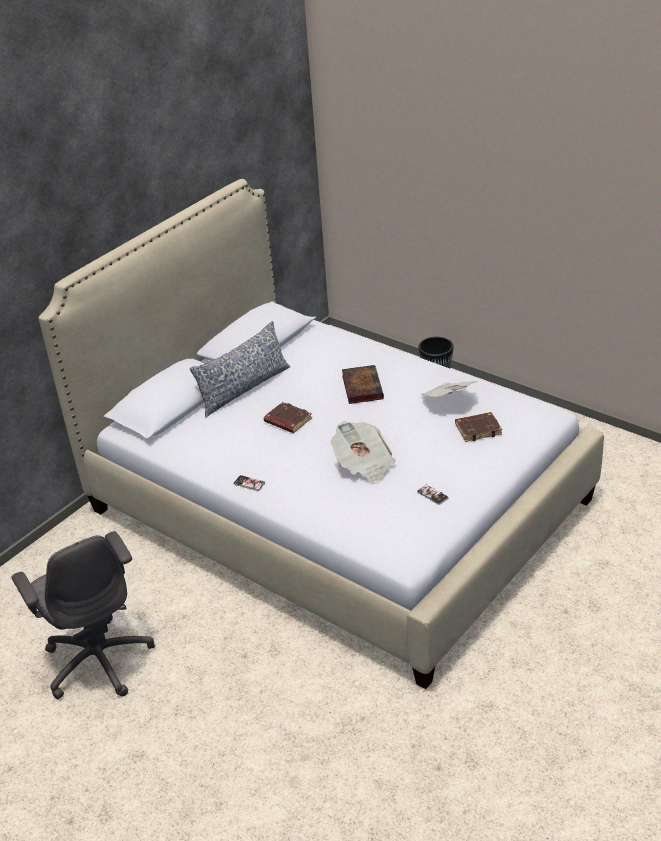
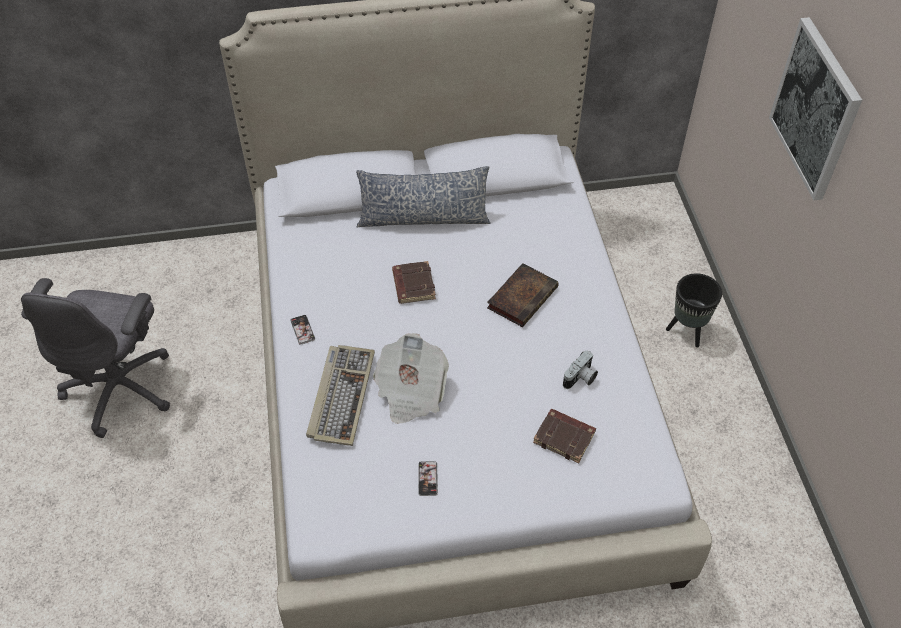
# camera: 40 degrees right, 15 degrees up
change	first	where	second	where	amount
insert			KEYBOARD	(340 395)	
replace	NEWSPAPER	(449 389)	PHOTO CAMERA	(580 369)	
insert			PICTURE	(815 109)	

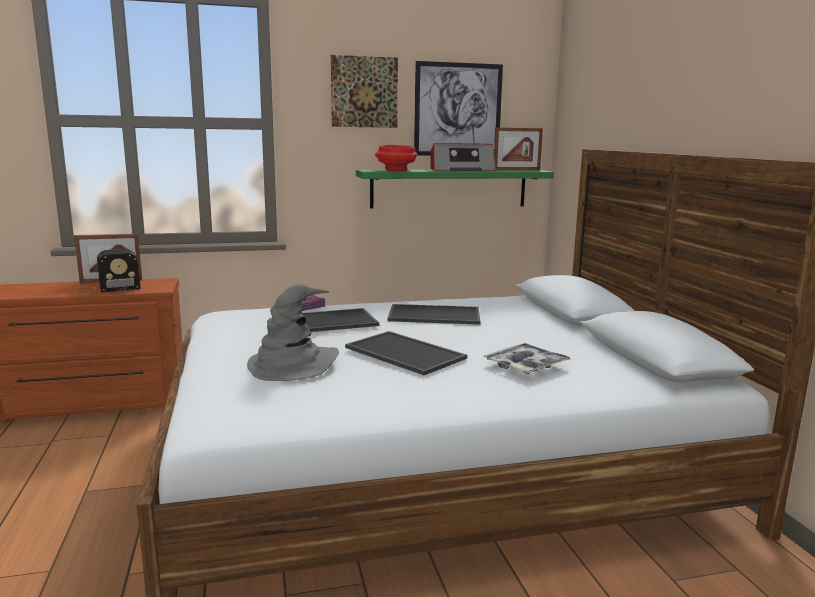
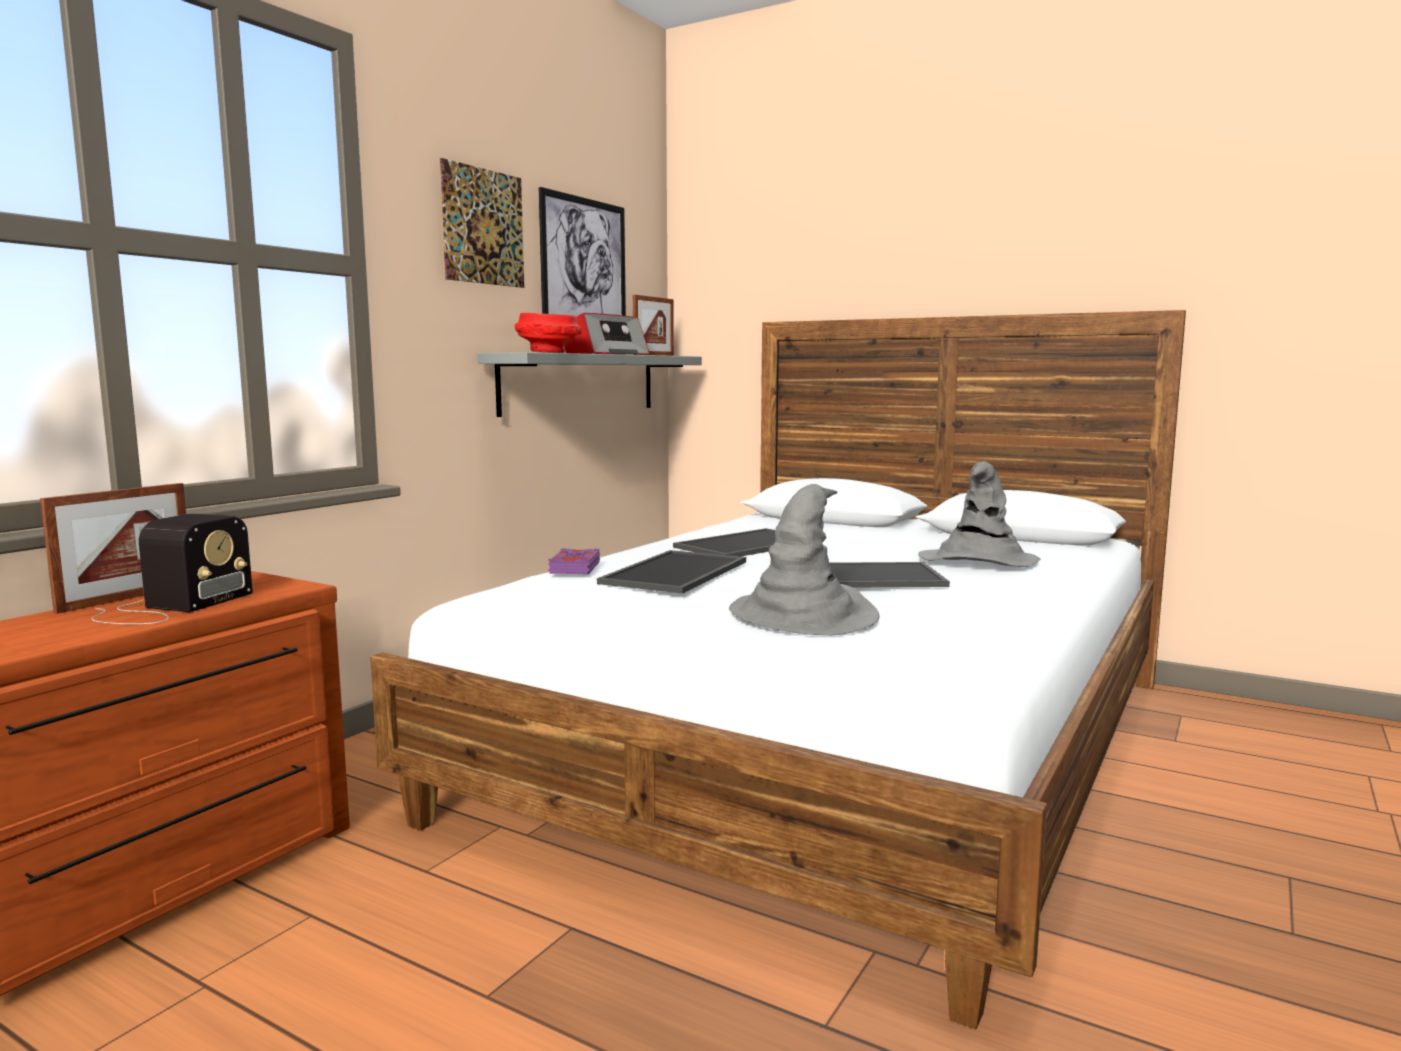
# camera: 45 degrees left, 5 degrees down
change	first	where	second	where	amount
recolor	GREEN SHELF	(455 189)	GREY SHELF	(590 384)	
replace	TRAY	(527 358)	GREY HAT	(979 514)	

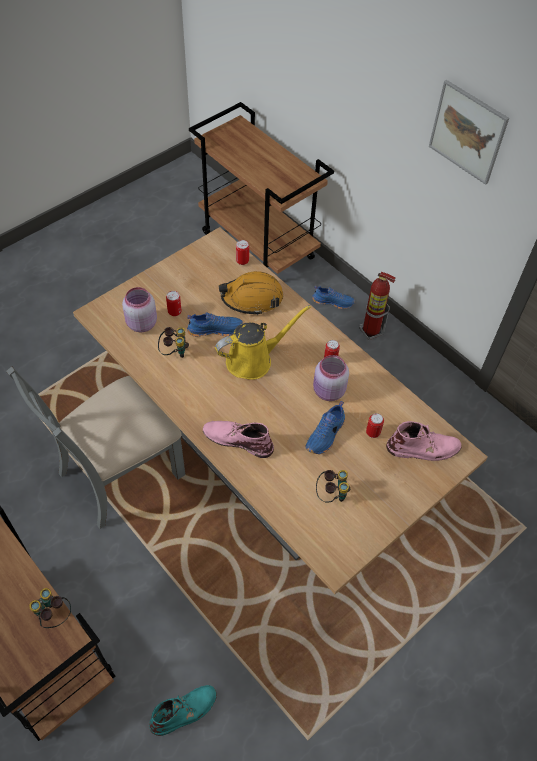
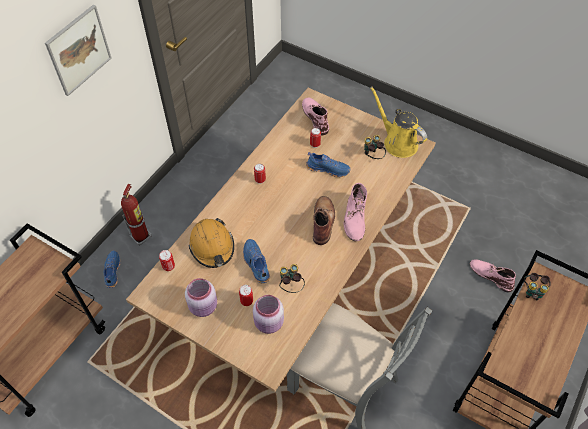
# camera: 105 degrees left, 0 degrees up
change	first	where	second	where	amount
move	PINK JAR	(331 378)		(201 297)	
insert			BROWN BOOT	(324 220)	
move	YELLOW WATERING CAN	(263 342)		(398 122)	
recolor	TURQUOISE BOOT	(183 710)	PINK BOOT	(493 275)	

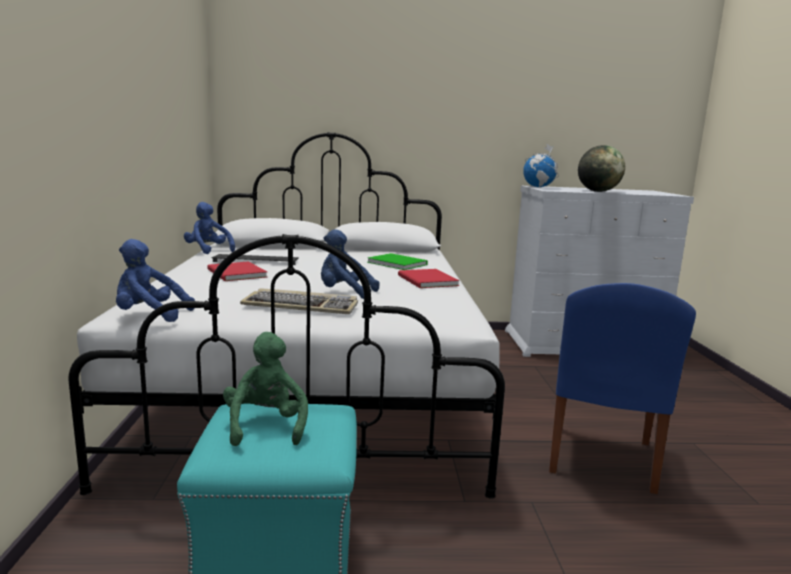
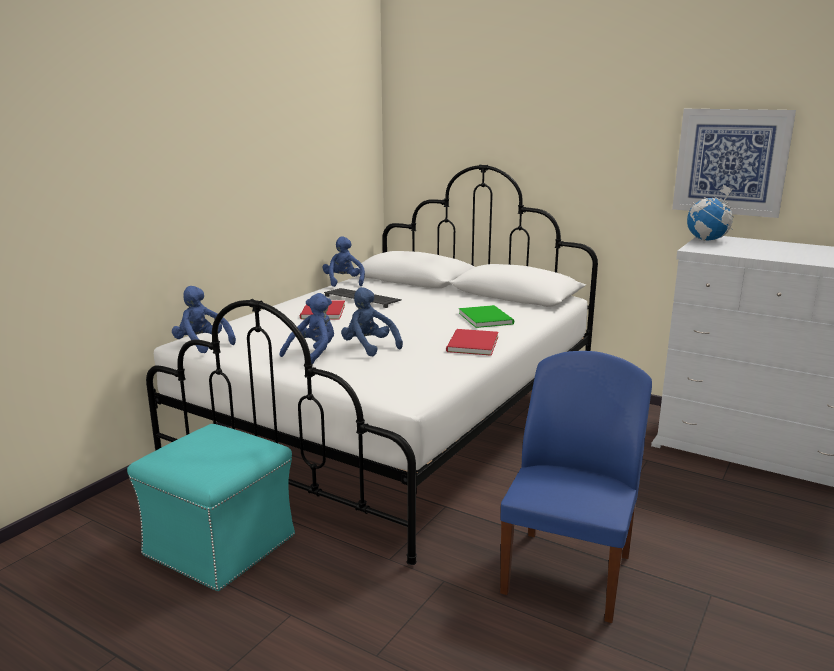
# camera: 35 degrees right, 5 degrees up
change	first	where	second	where	amount
replace	KEYBOARD	(299 301)	BLUE PLUSH TOY	(307 328)	
rotate	BLUE CHAIR	(622 388)		(576 487)	150 degrees clockwise
insert			PICTURE	(734 163)	
delete	GREEN PLUSH TOY	(265 389)			
delete	GLOBE	(601 168)			

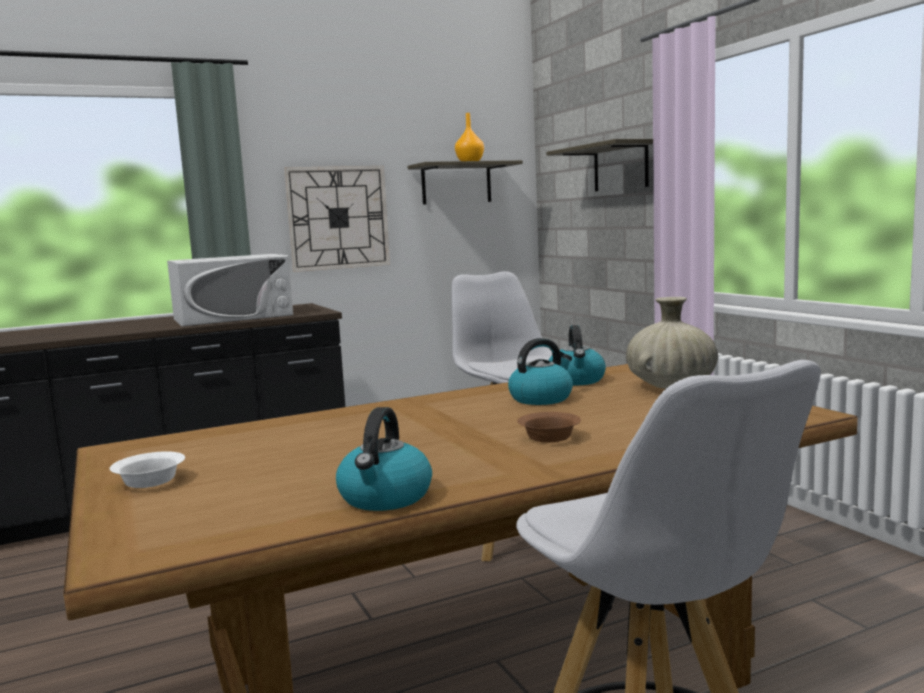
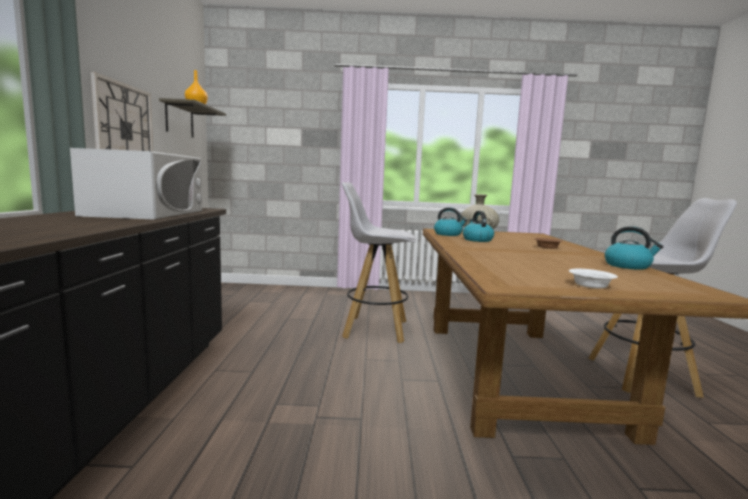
# camera: 65 degrees left, 0 degrees up
change	first	where	second	where	amount
delete	SHELF	(600 165)			

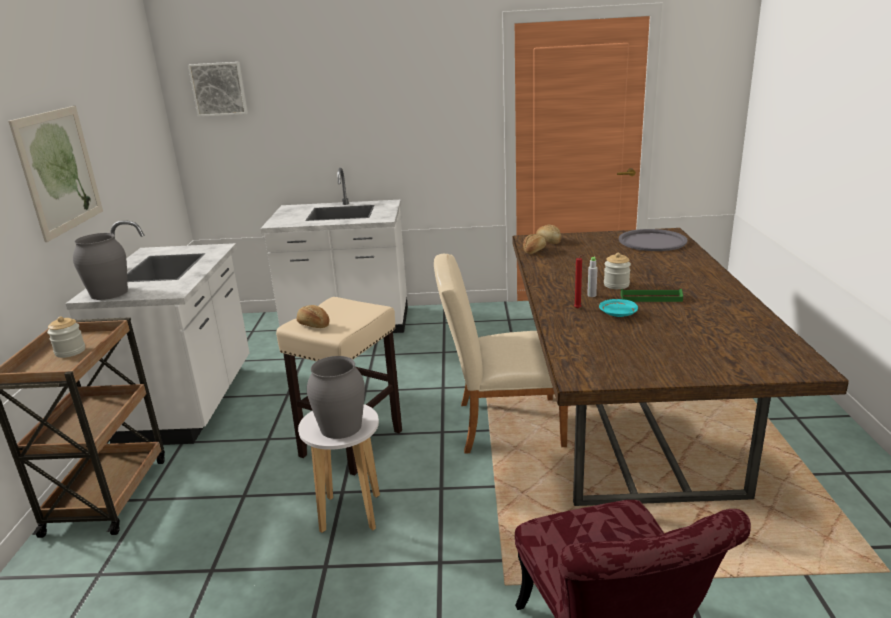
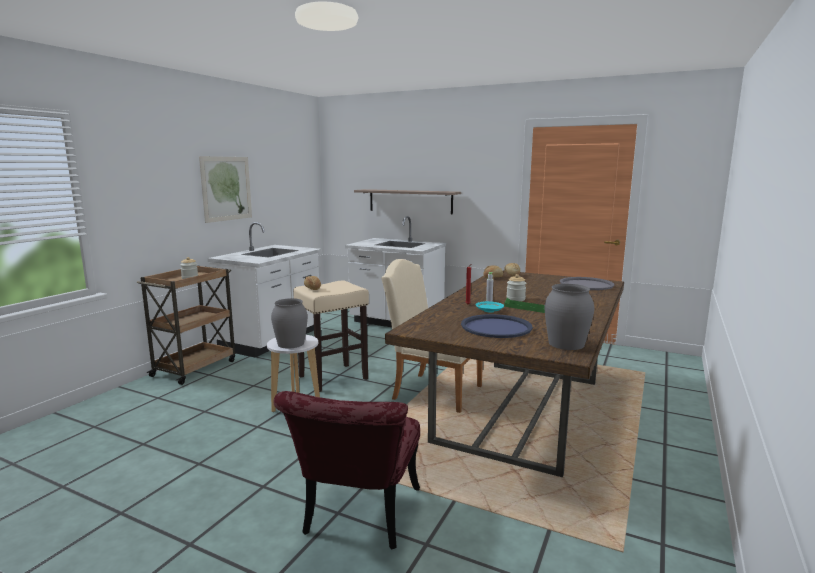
# camera: 25 degrees right, 10 degrees down
change	first	where	second	where	amount
insert			SHELF	(407 201)	
insert			BLUE TRAY	(497 326)	
move	GREY VASE	(100 266)		(570 317)	
delete	PICTURE	(218 89)			

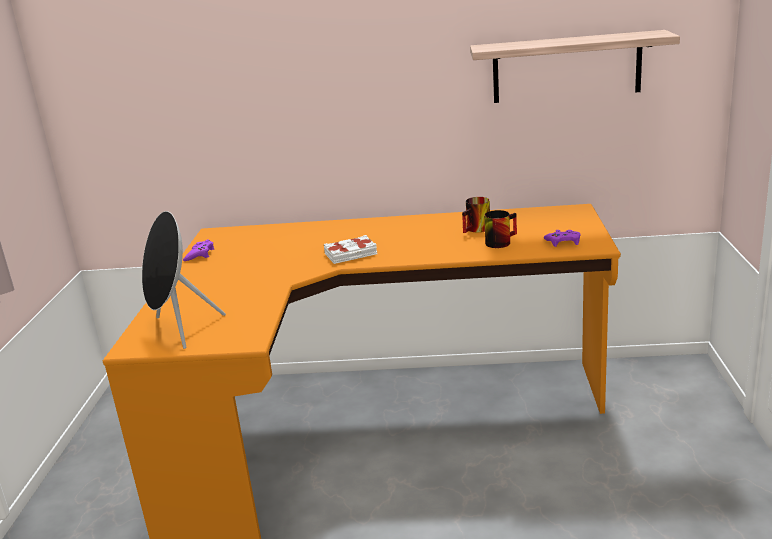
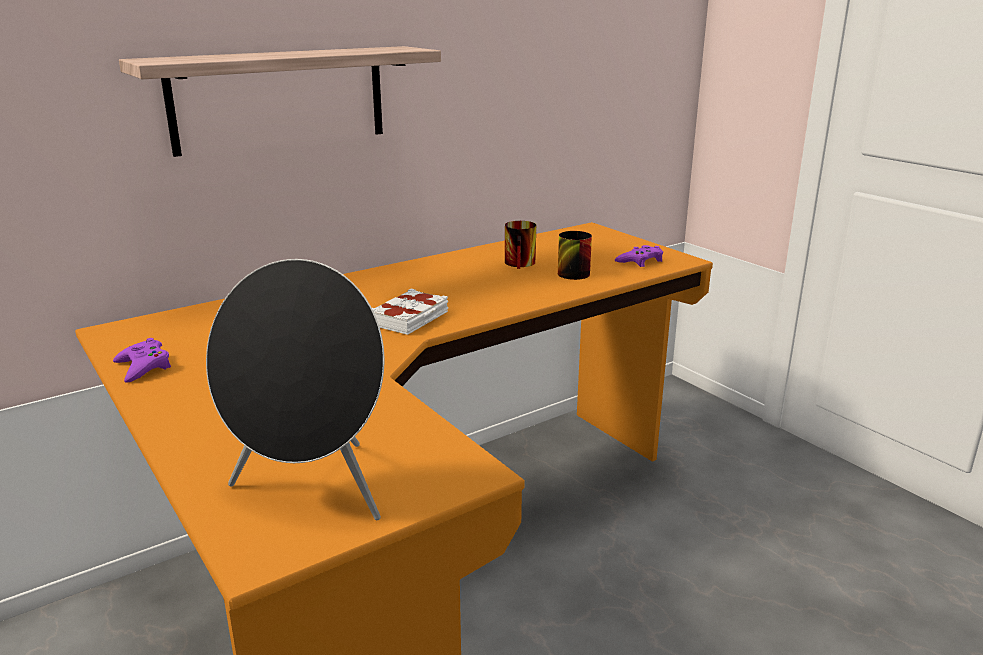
# camera: 40 degrees left, 0 degrees up
change	first	where	second	where	amount
move	SHELF	(575 66)		(280 101)	

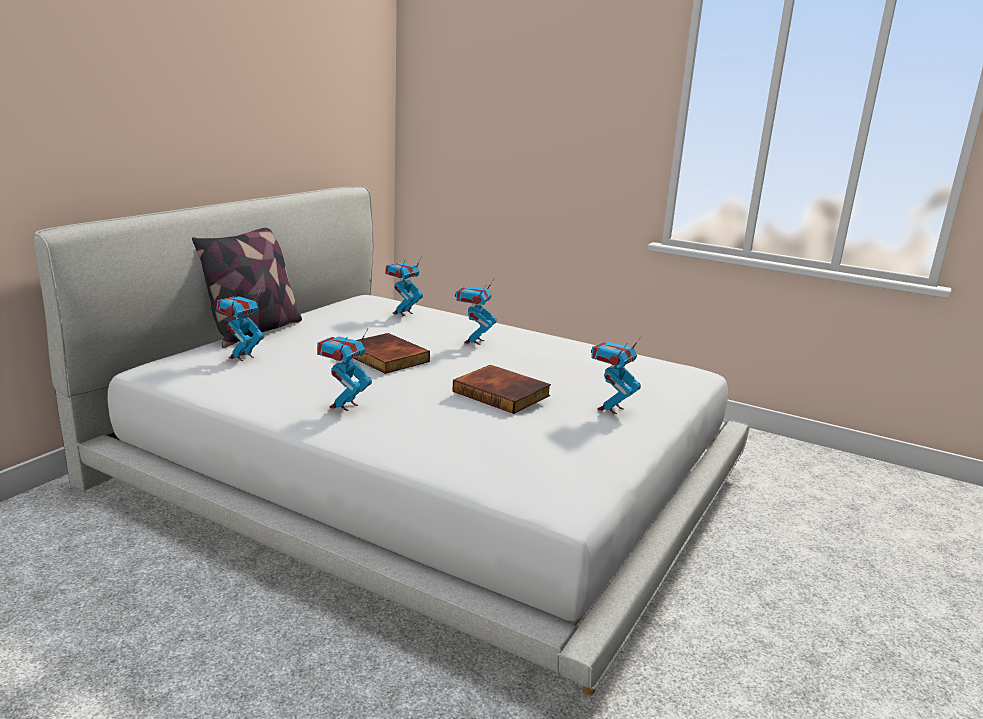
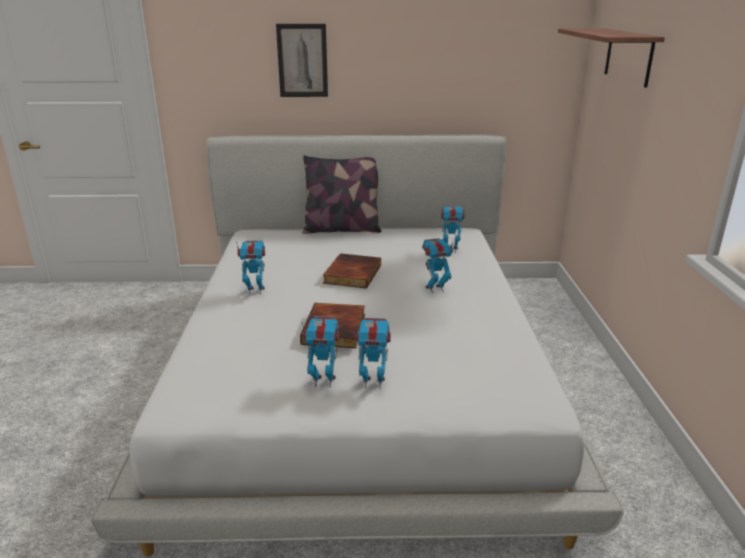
# camera: 60 degrees right, 5 degrees up
change	first	where	second	where	amount
insert			PICTURE	(302 60)	
move	TOY ROBOT	(240 325)		(320 352)	
insert			SHELF	(611 58)	

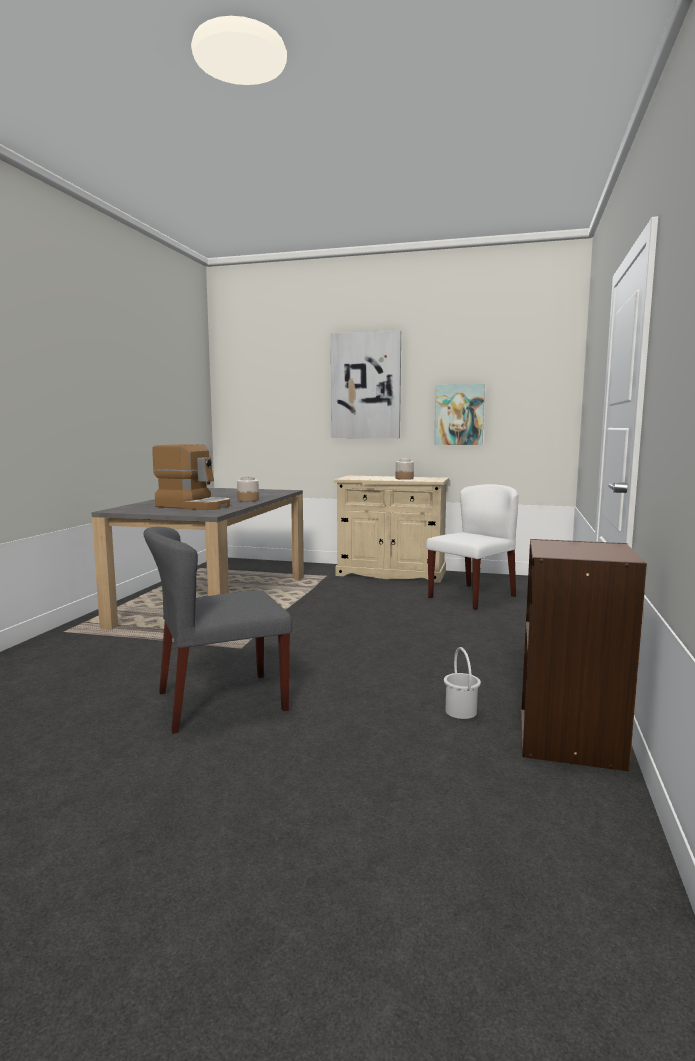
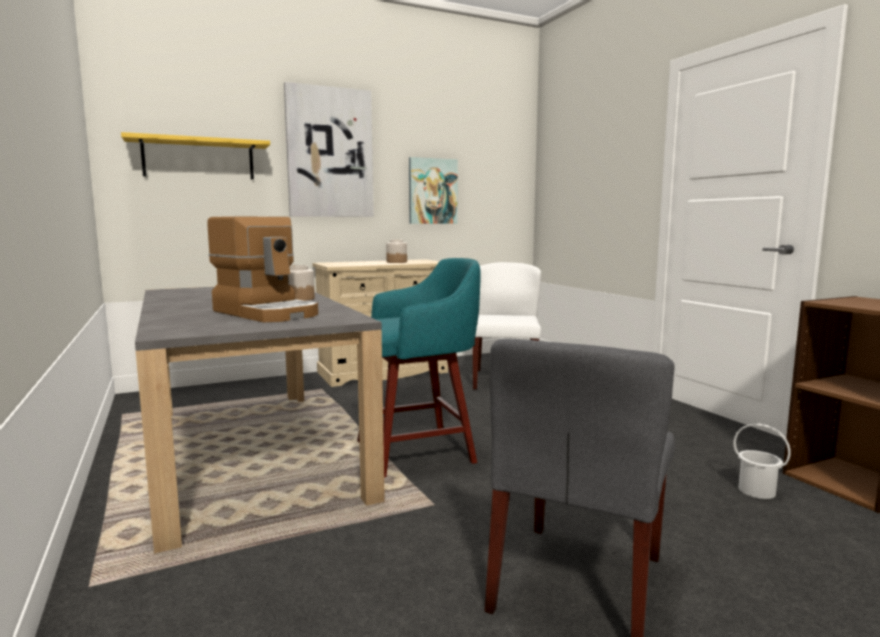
# camera: 40 degrees left, 0 degrees up
change	first	where	second	where	amount
insert			YELLOW SHELF	(195 156)	
rotate	COFFEE MACHINE	(191 477)		(263 269)	60 degrees clockwise
insert			TURQUOISE STOOL	(419 368)	

